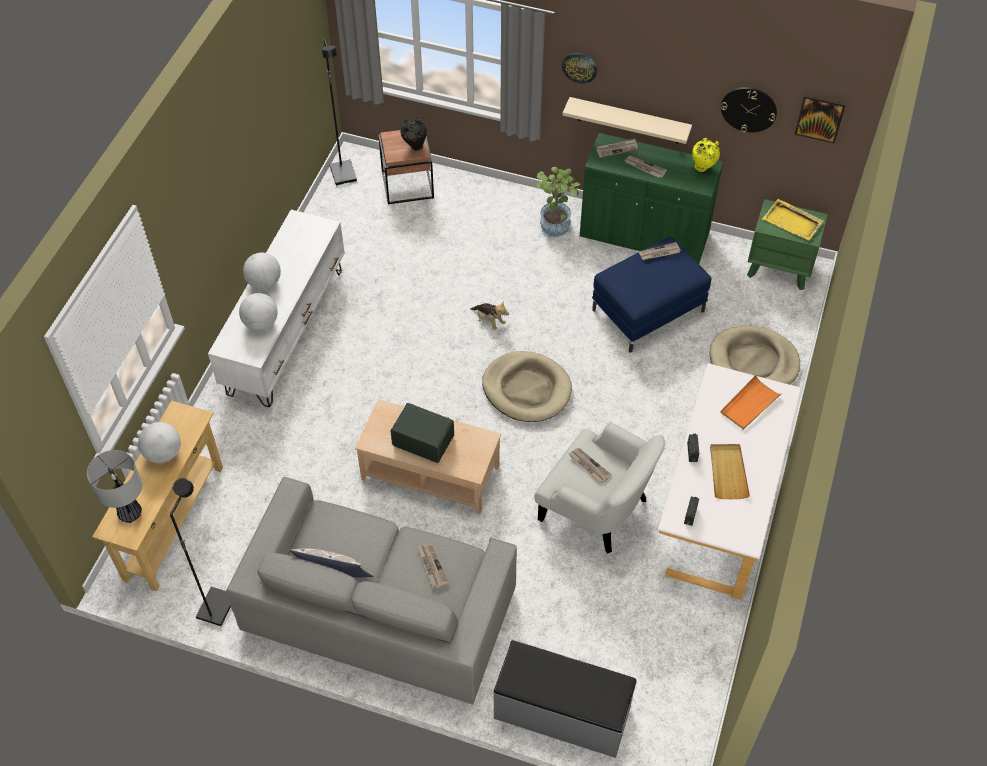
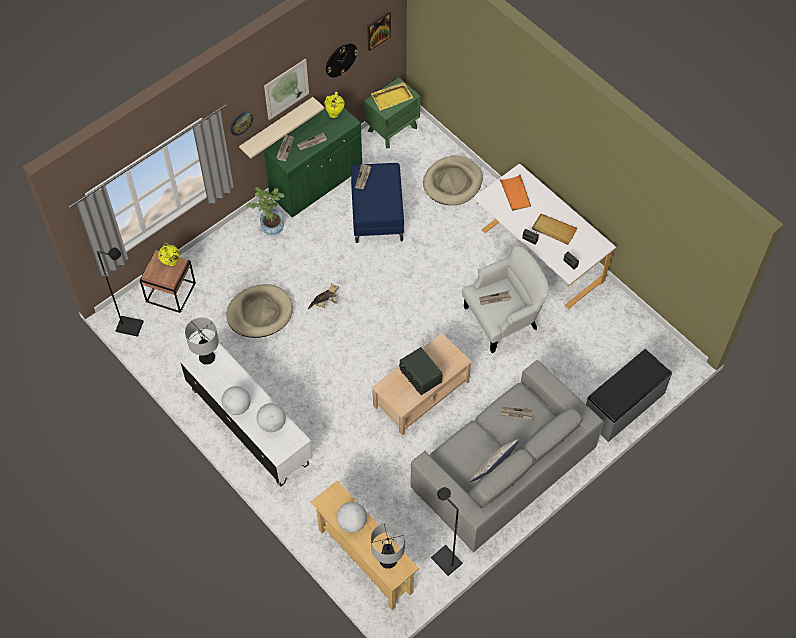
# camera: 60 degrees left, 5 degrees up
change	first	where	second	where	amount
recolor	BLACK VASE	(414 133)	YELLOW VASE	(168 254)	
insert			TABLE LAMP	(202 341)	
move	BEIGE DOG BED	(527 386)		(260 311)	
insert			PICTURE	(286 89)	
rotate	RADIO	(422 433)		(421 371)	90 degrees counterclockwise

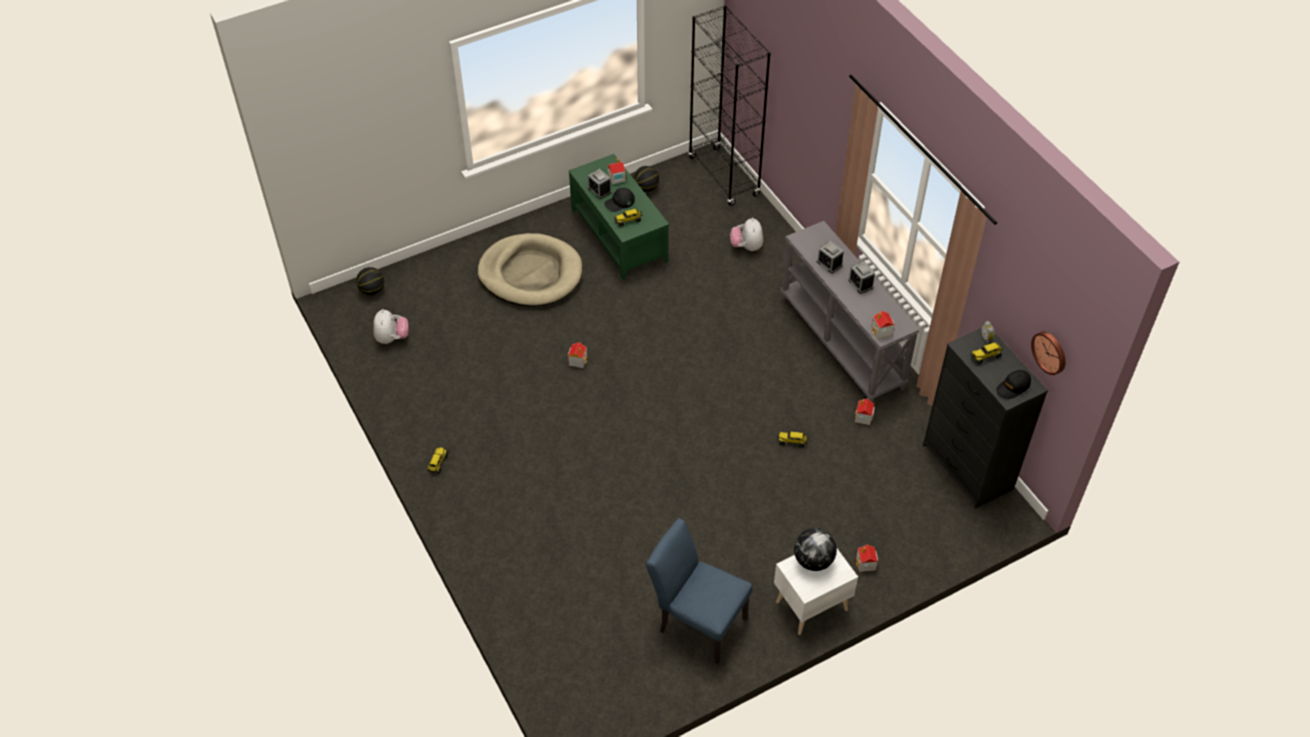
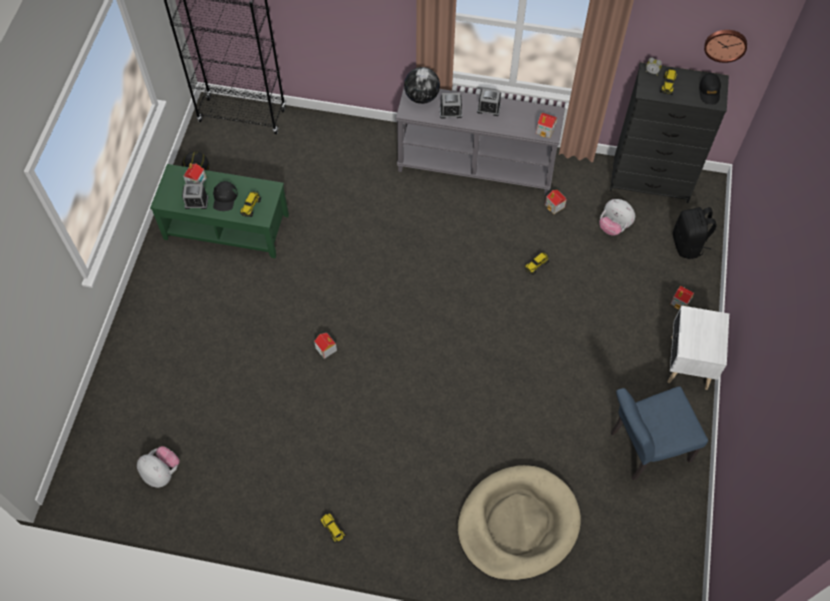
# camera: 50 degrees left, 10 degrees up
change	first	where	second	where	amount
move	GLOBE	(815 549)		(422 85)	
move	BEIGE DOG BED	(529 270)		(519 523)	
move	PLUSH TOY	(746 234)		(617 217)	
insert			BLACK BACKPACK	(695 233)	
delete	BASKETBALL	(370 281)			

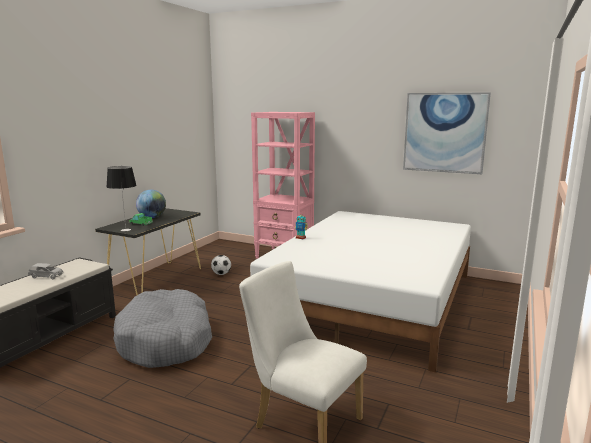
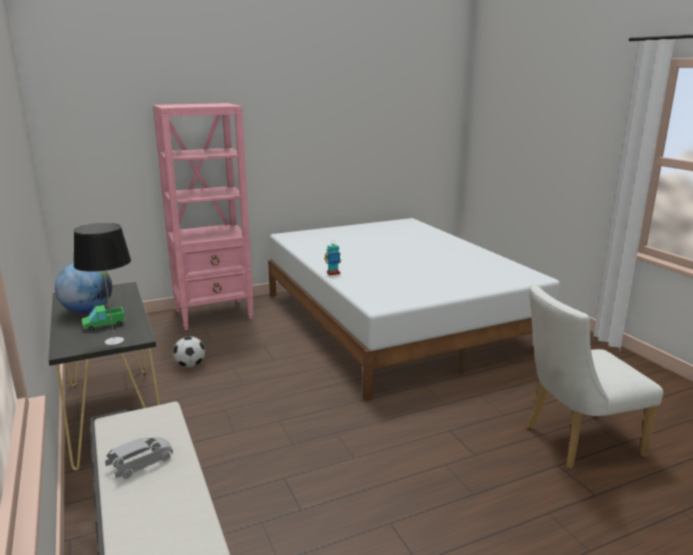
# camera: 50 degrees left, 5 degrees up
change	first	where	second	where	amount
delete	GREY DOG BED	(162 328)			
delete	PICTURE	(447 133)			

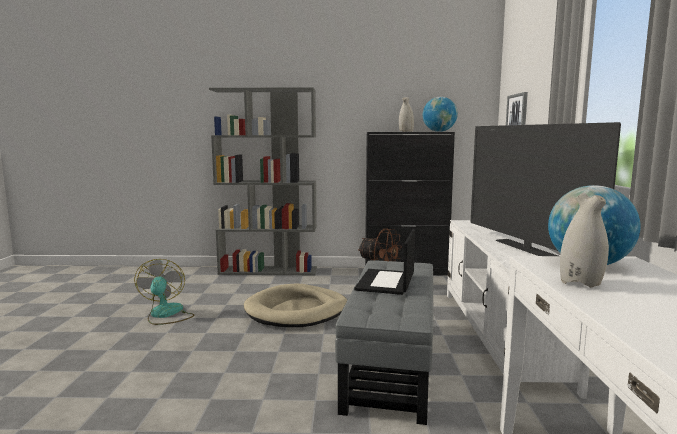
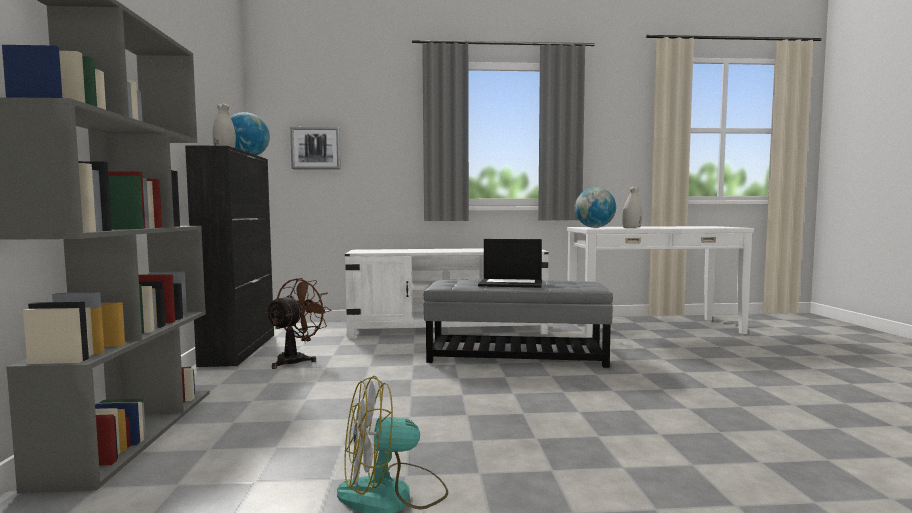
# camera: 95 degrees left, 5 degrees down
change	first	where	second	where	amount
delete	BEIGE DOG BED	(295 305)			
delete	TELEVISION	(546 189)			

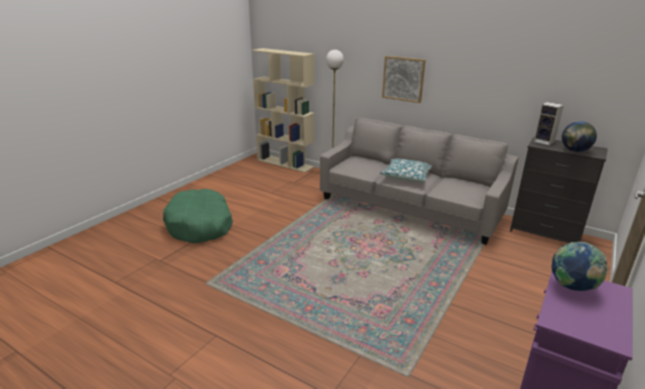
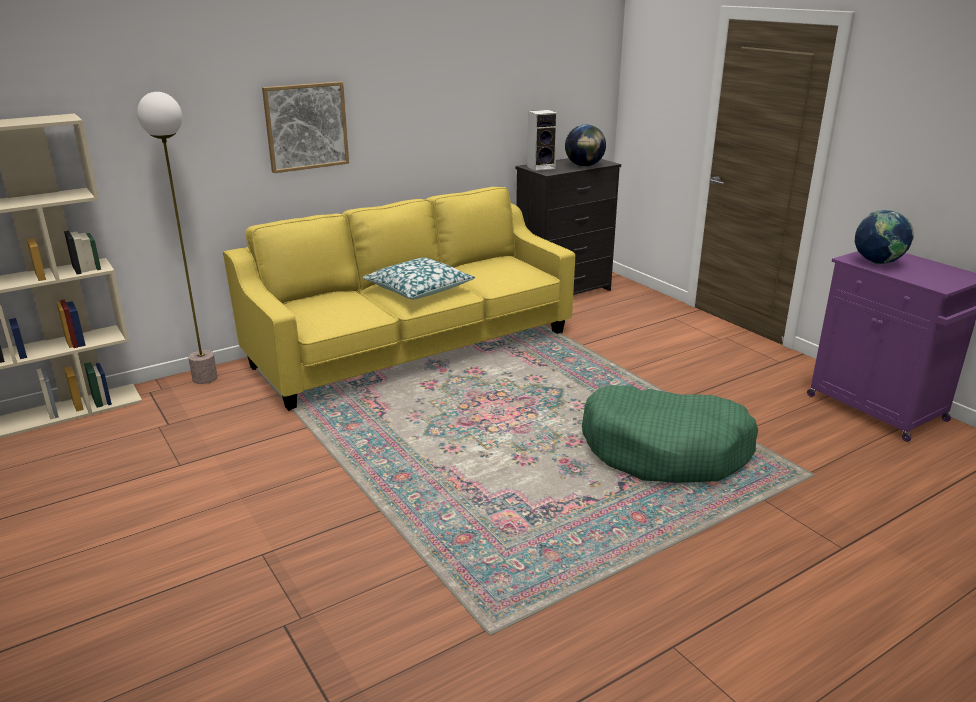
# camera: 65 degrees left, 0 degrees up
change	first	where	second	where	amount
recolor	GREY SOFA	(419 181)	YELLOW SOFA	(399 299)	
move	GREEN DOG BED	(198 216)		(670 434)	

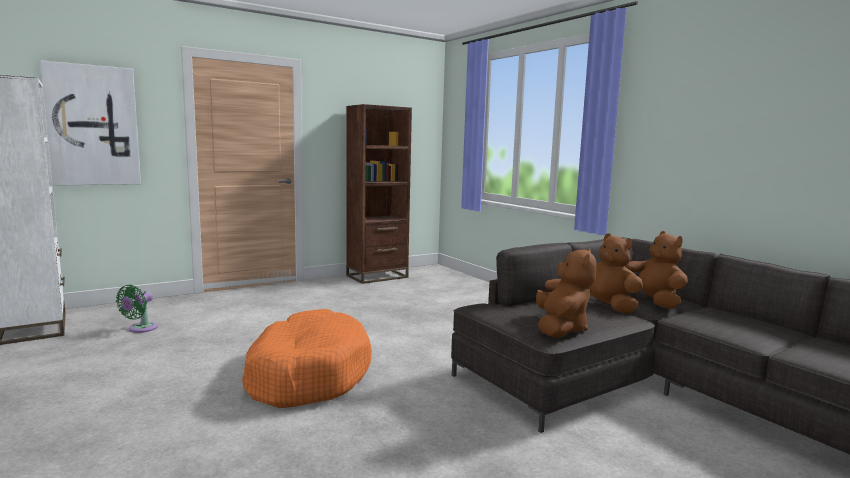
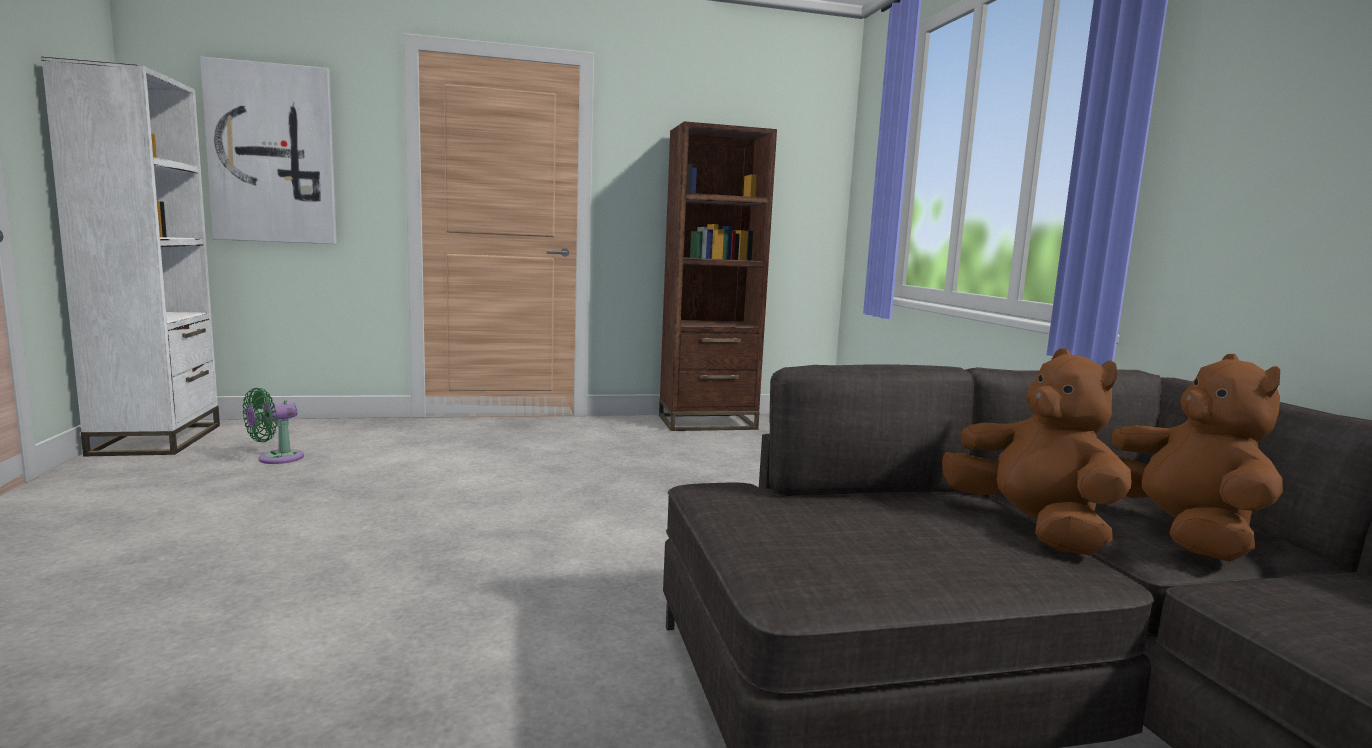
# camera: 20 degrees right, 0 degrees up
change	first	where	second	where	amount
delete	ORANGE DOG BED	(307 358)			
delete	BROWN PLUSH TOY	(566 292)			

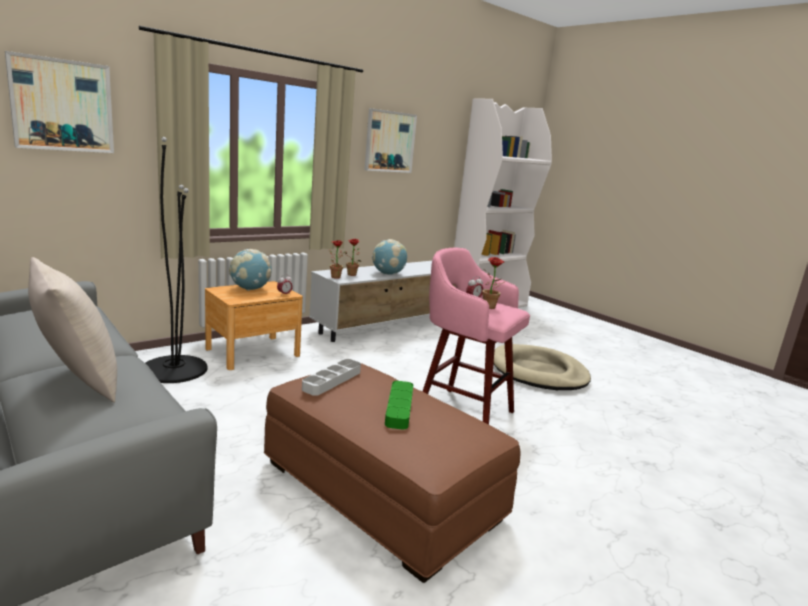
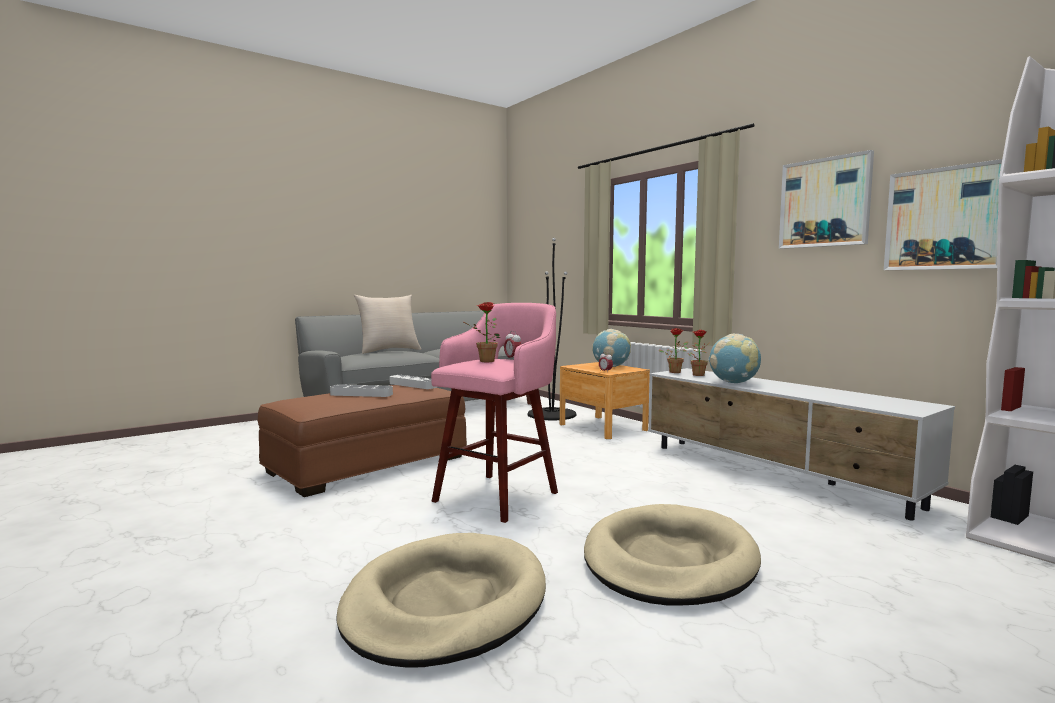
# camera: 95 degrees right, 10 degrees down
change	first	where	second	where	amount
recolor	GREEN TRAY	(399 405)	GREY TRAY	(361 390)	
insert			BEIGE DOG BED	(441 600)	
move	PICTURE	(59 102)		(943 214)	

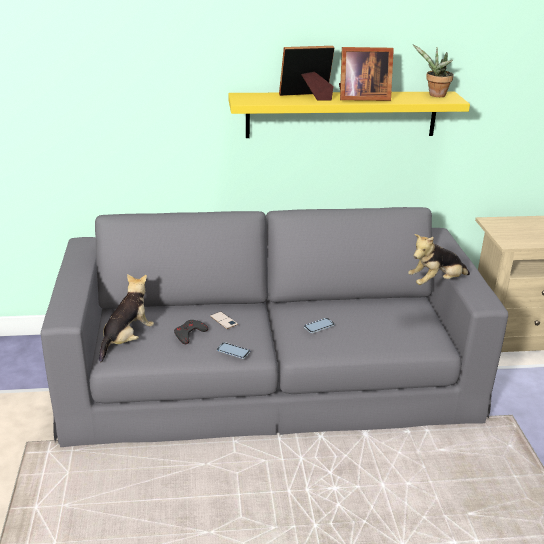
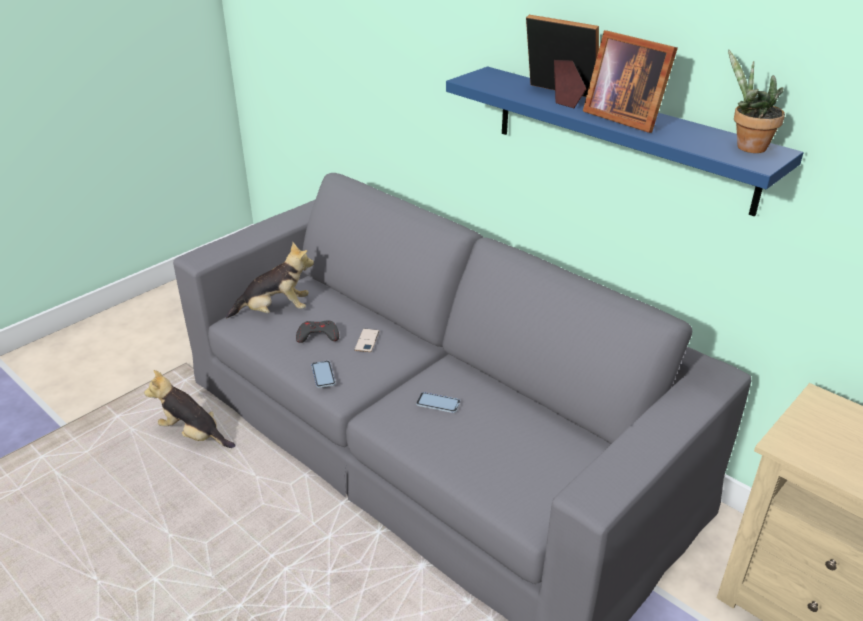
# camera: 50 degrees right, 5 degrees up
change	first	where	second	where	amount
move	PLUSH TOY	(439 259)		(190 409)	
recolor	YELLOW SHELF	(349 114)	BLUE SHELF	(625 141)	

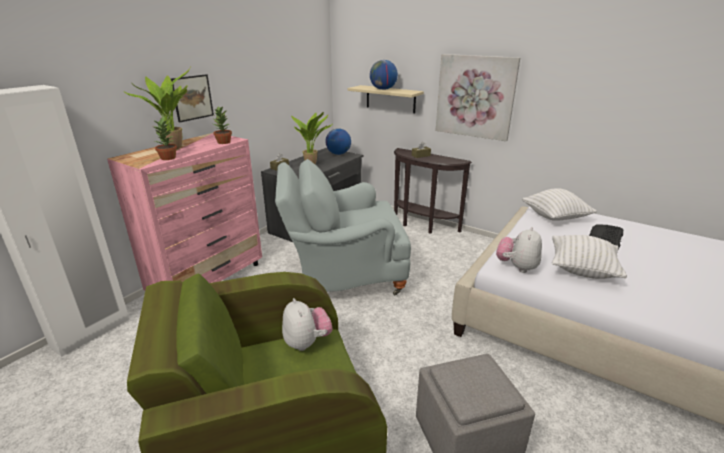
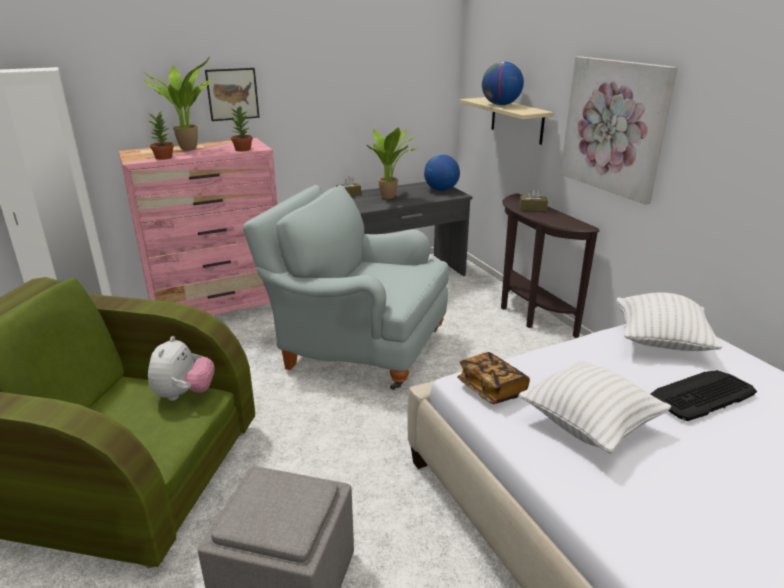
# camera: 30 degrees right, 0 degrees up
change	first	where	second	where	amount
replace	PLUSH TOY	(519 250)	BOOK	(493 378)	

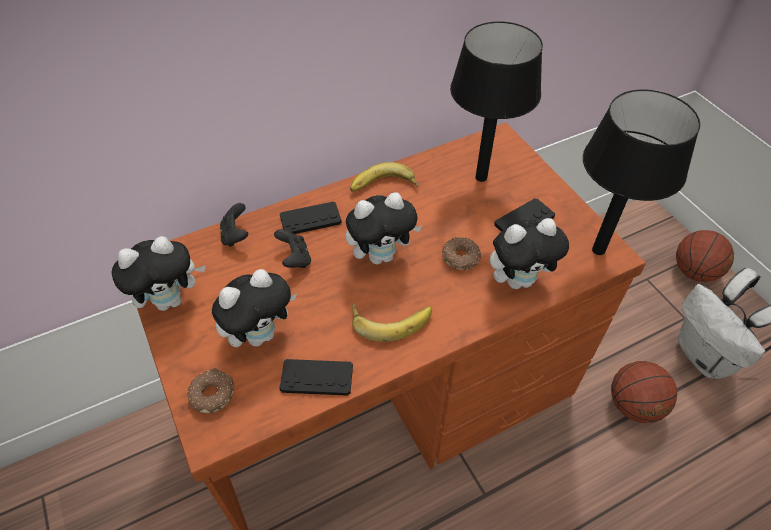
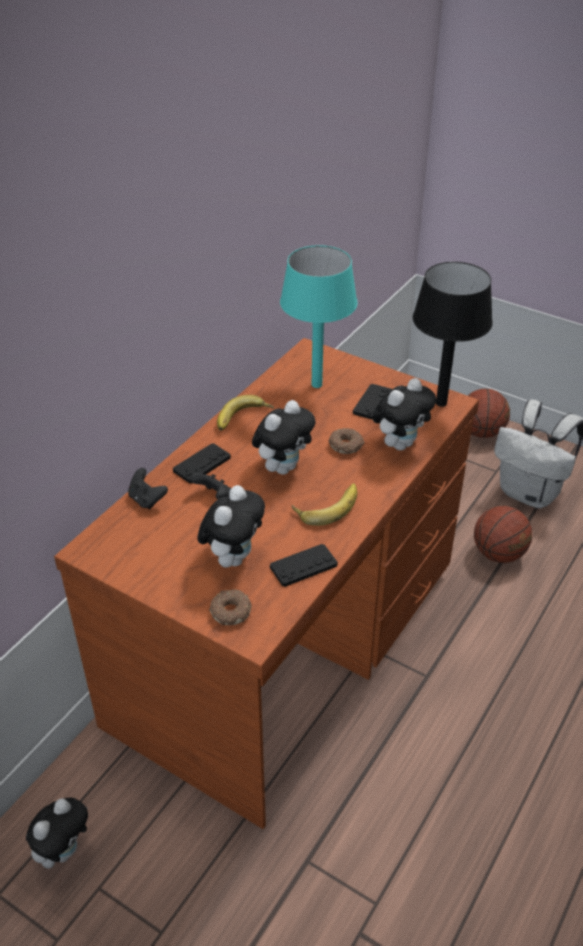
# camera: 30 degrees left, 10 degrees down
change	first	where	second	where	amount
move	PLUSH TOY	(158 273)		(57 833)	
recolor	BLACK TABLE LAMP	(496 102)	TURQUOISE TABLE LAMP	(319 316)	

